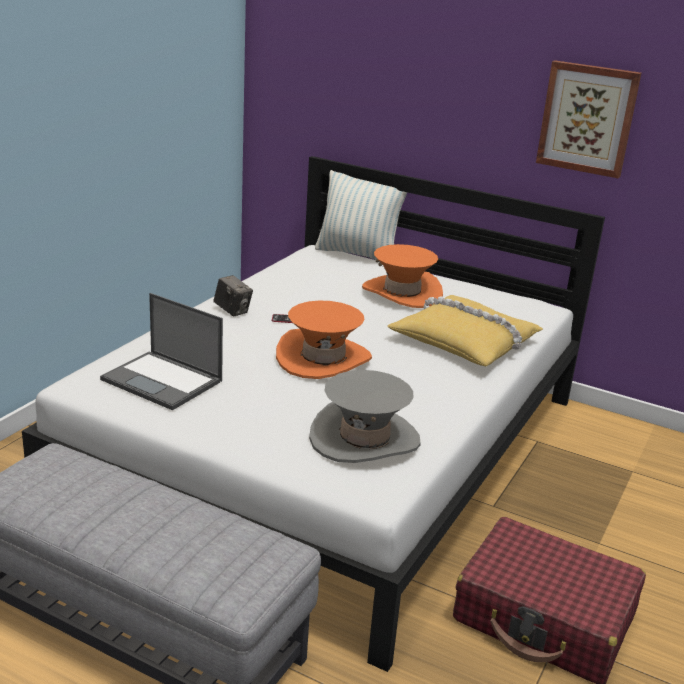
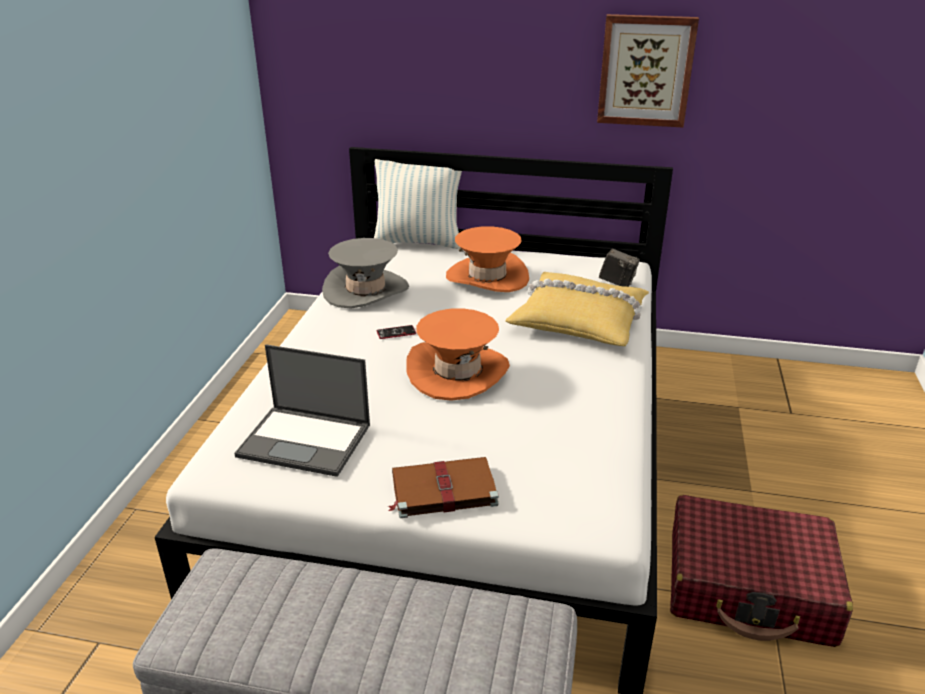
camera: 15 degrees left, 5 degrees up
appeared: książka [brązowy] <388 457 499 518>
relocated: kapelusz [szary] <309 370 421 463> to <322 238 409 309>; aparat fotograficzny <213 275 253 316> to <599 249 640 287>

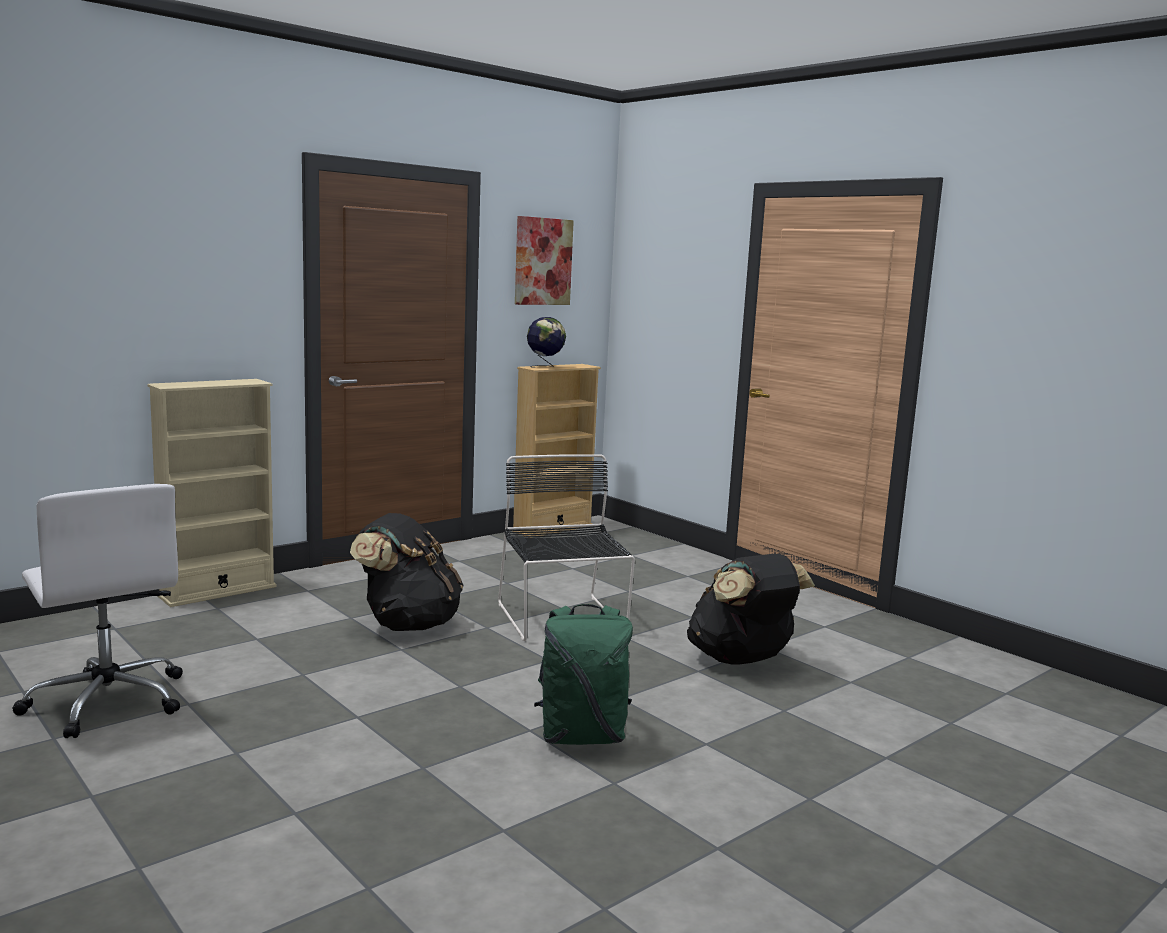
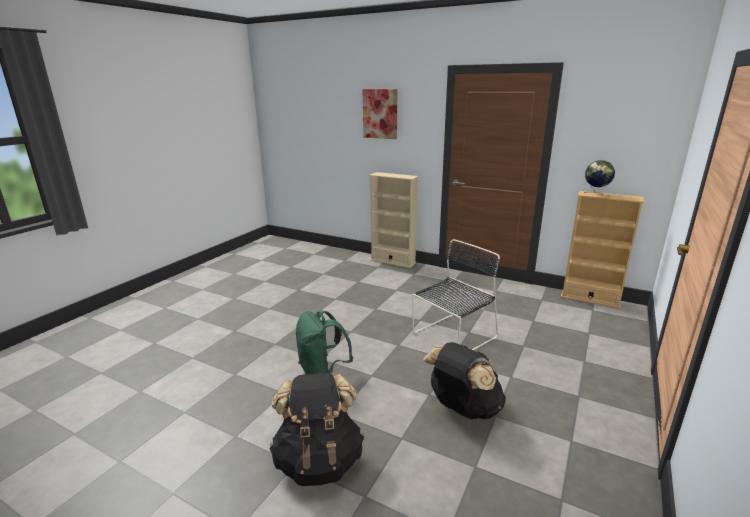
camera: 70 degrees right, 10 degrees up
missing: krzesło biurowe [biały] <12 484 183 738>
relocated: plecak [czarny] <350 513 463 631> to <269 372 364 486>; obraz <515 216 574 305> to <362 89 397 139>

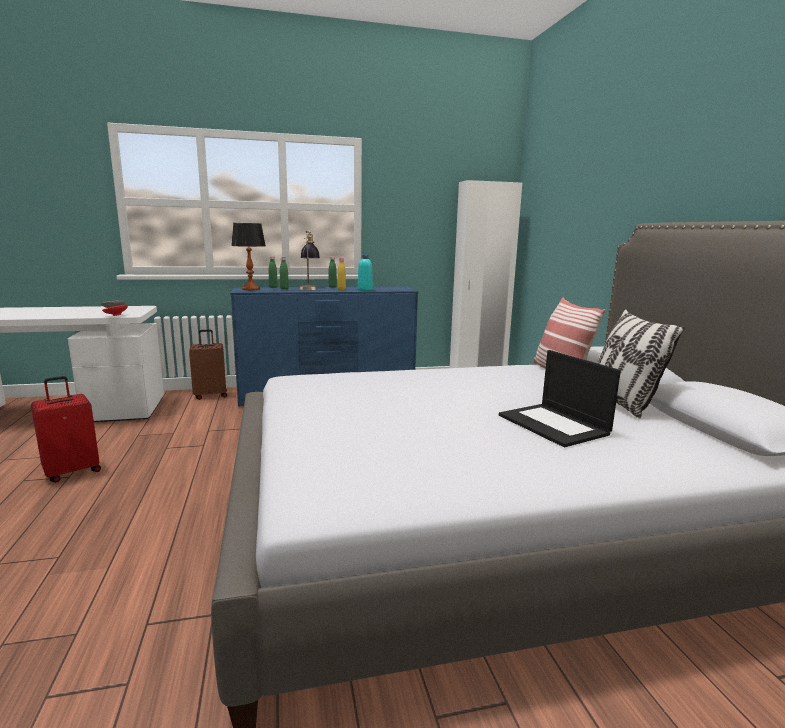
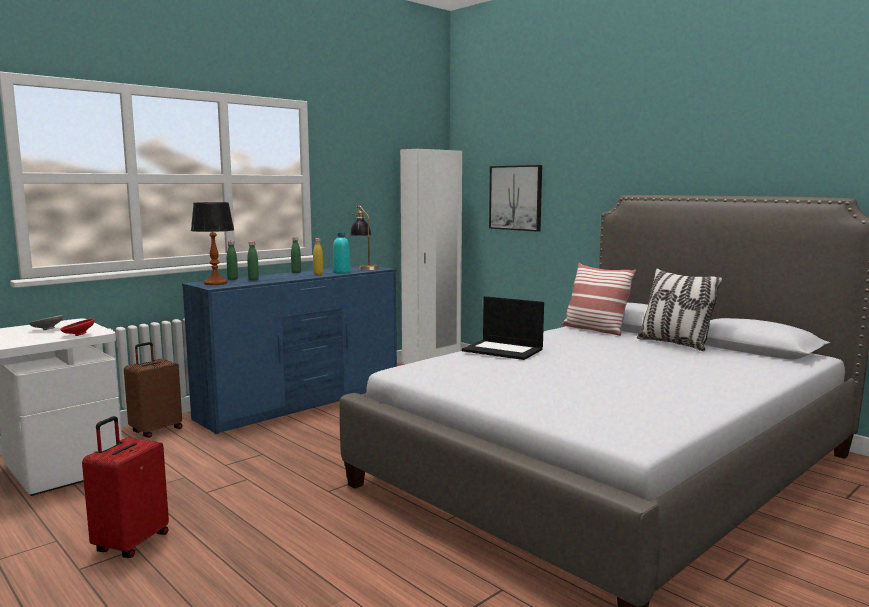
camera: 30 degrees left, 5 degrees down
appeared: obraz <489 165 542 232>
relocated: lampa stołowa <299 230 320 290> to <350 205 380 270>; laptop <499 350 621 447> to <462 296 544 360>

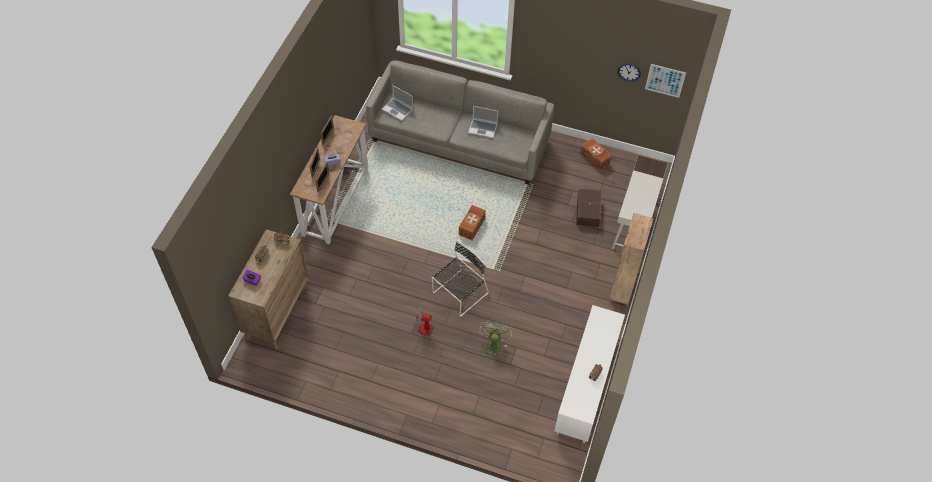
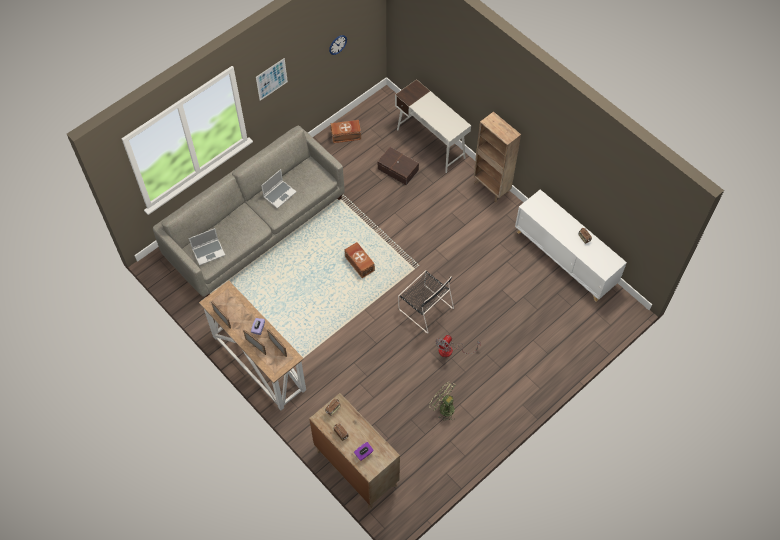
camera: 60 degrees left, 5 degrees up
relocated: obraz <645 64 686 98> to <256 58 288 101>; wentylator [zielony] <479 321 512 357> to <429 381 456 421>
spun: krzesło [czarny] <432 241 489 317> = <398 270 454 333> 150 degrees clockwise

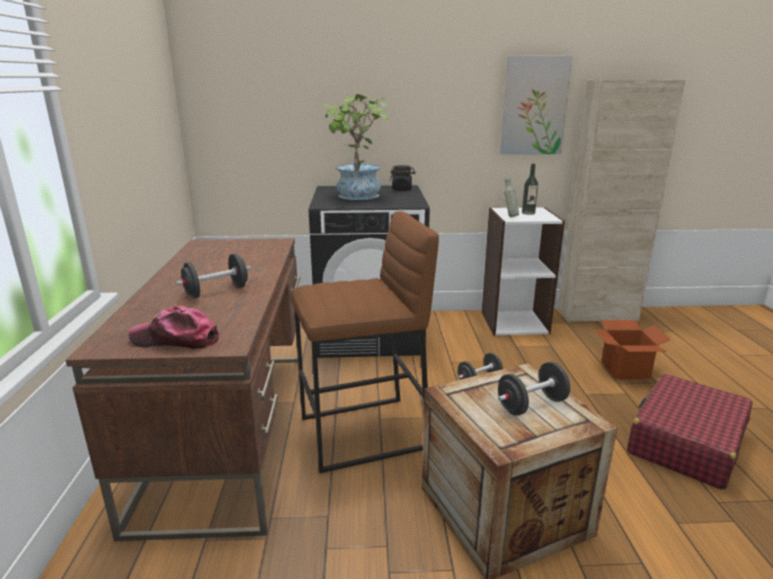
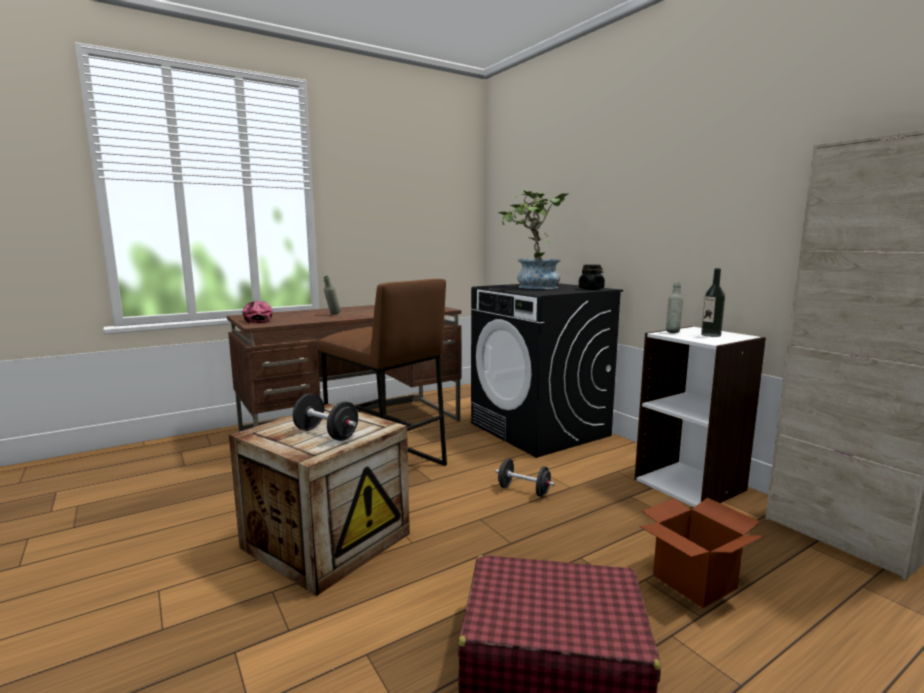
camera: 60 degrees right, 10 degrees down
missing: obraz <500 56 573 155>
exchanged: hantel [czarny] <176 253 251 299> to butelka [szary] <324 276 341 315>

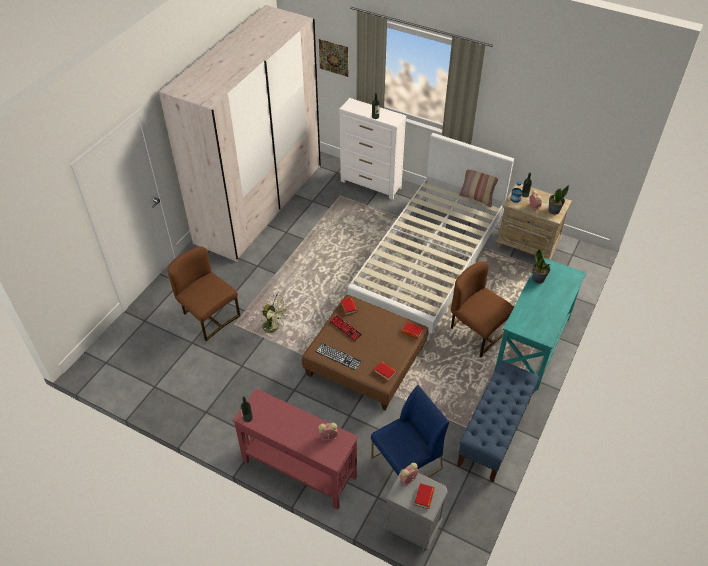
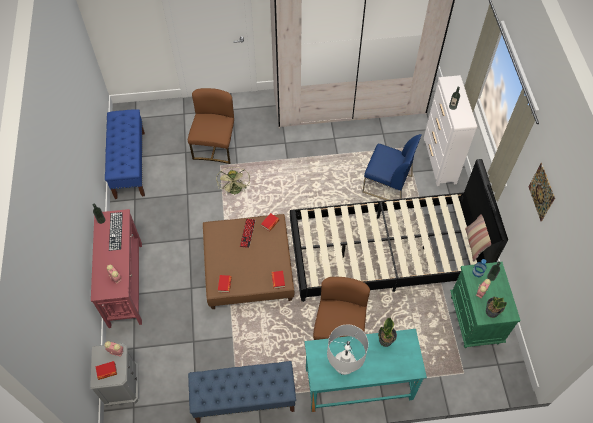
camera: 55 degrees right, 10 degrees up
appeared: ławka [niebieski] <105 109 145 199>; lampa stołowa [biały] <327 324 368 375>
relocated: klawiatura <316 343 362 370> to <109 212 123 251>; krzesło [niebieski] <371 385 449 478> to <362 134 422 200>; obraz <319 39 349 77> to <529 163 555 221>
colour: łóżko [biały] <348 133 514 341> to łóżko [czarny] <290 159 508 302>; szafka nocna [beżowy] <496 183 572 260> to szafka nocna [zielony] <450 262 521 348>

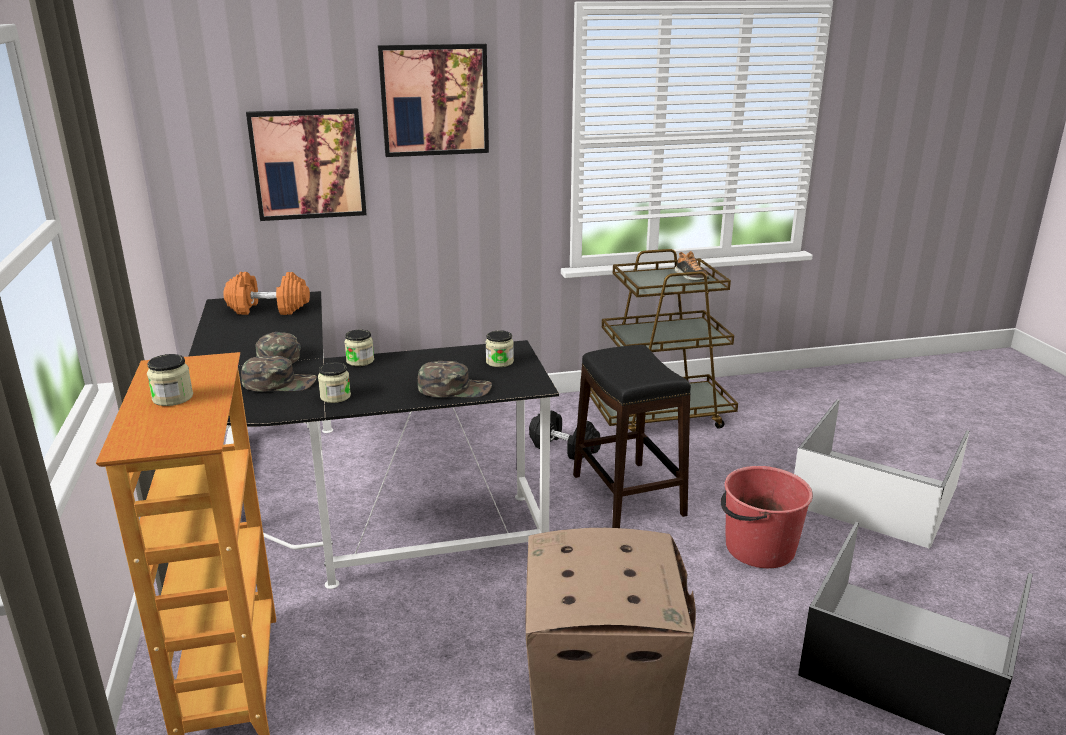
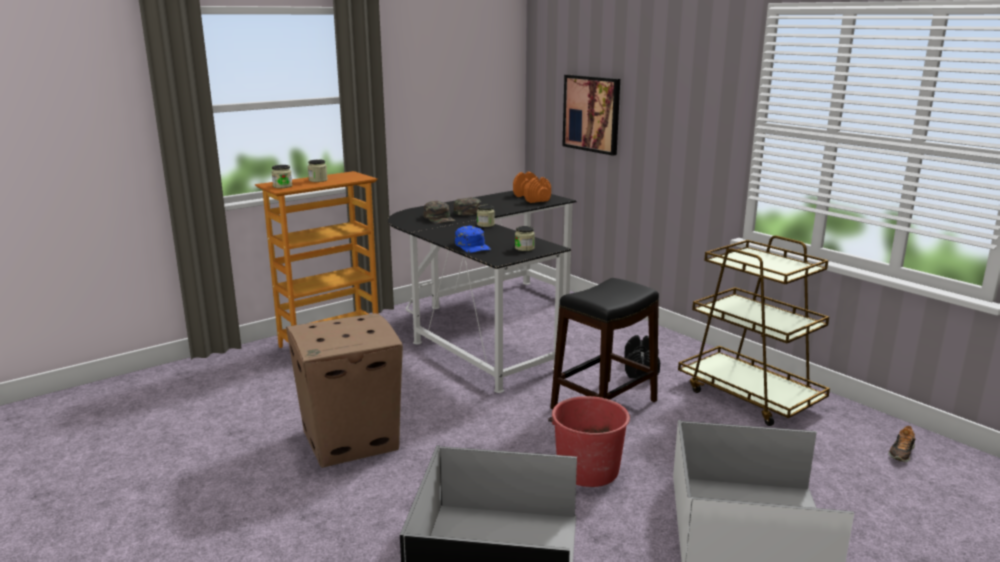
camera: 65 degrees right, 5 degrees down
missing: obraz <378 44 489 157>
relocated: słoik <318 362 351 403> to <271 165 292 188>; but <674 251 710 280> to <888 426 915 462>
colour: czapka z daszkiem [zielony] <417 361 492 398> to czapka z daszkiem [niebieski] <455 226 491 253>

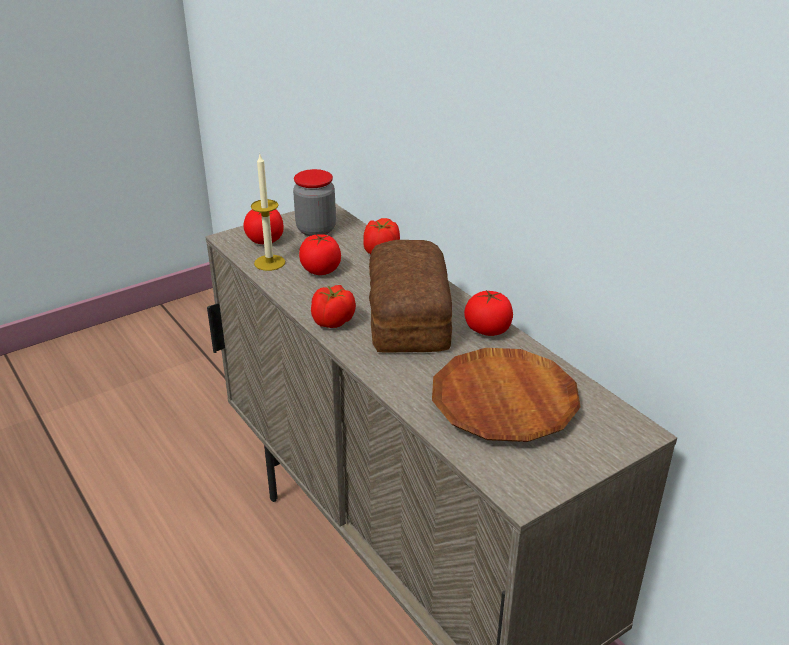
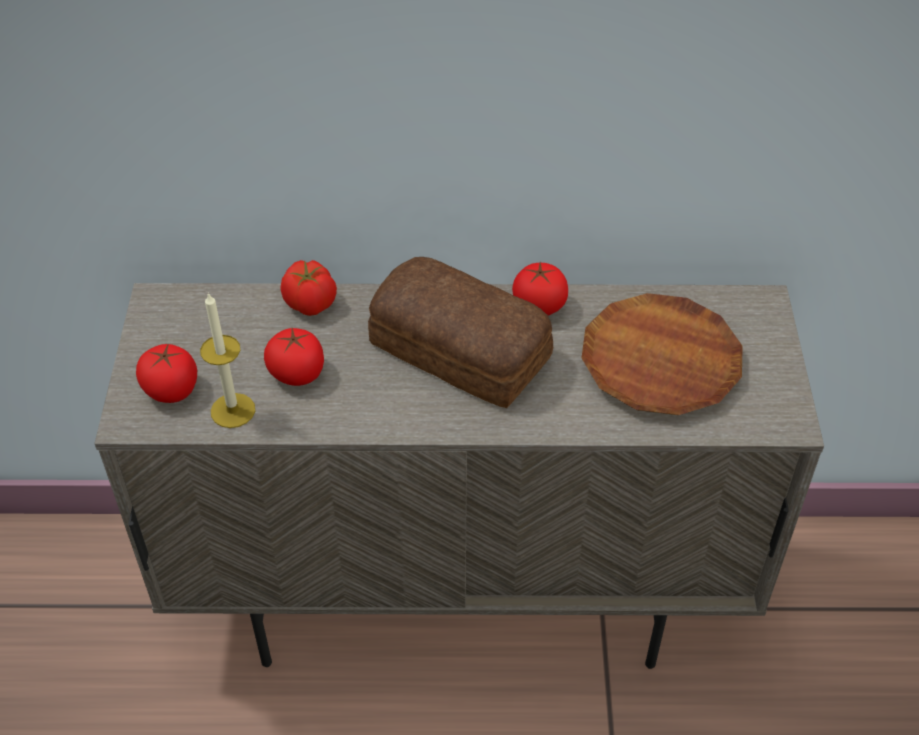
camera: 55 degrees left, 15 degrees up
missing: słoik <293 169 336 236>; pomidor <311 285 356 328>

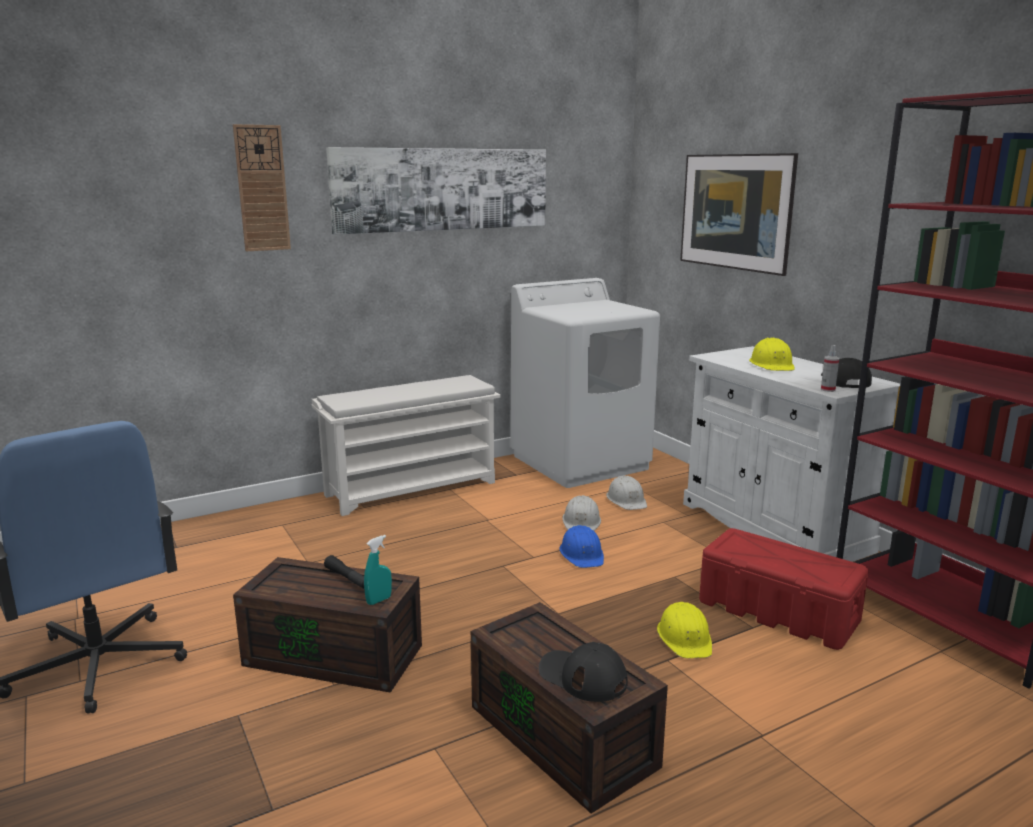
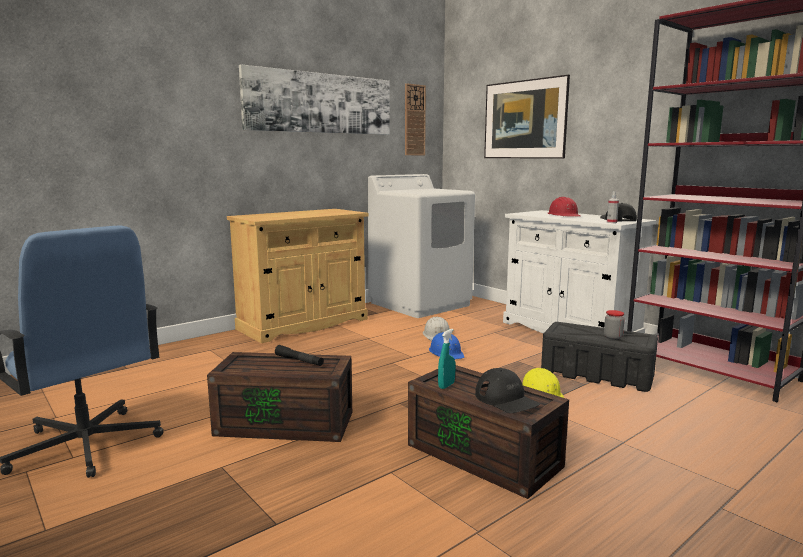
camera: 10 degrees left, 5 degrees down
missing: kask [biały] <606 476 647 510>
appeared: słoik <604 310 625 340>
relocated: zegar ścienny <233 124 291 251> to <405 83 426 155>; spryskiwacz [turkusowy] <364 535 392 605> to <438 329 455 389>
exchanged: regał na buty [biały] <311 375 501 516> to szafka [beżowy] <227 209 368 343>
colour: pojemnik do przechowywania [czerwony] <699 528 869 650> to pojemnik do przechowywania [czarny] <541 322 658 392>; kask [żółty] <749 337 794 371> to kask [czerwony] <548 197 580 217>
spun: czapka z daszkiem [czarny] <539 642 628 702> = <475 368 540 413> 150 degrees counterclockwise

